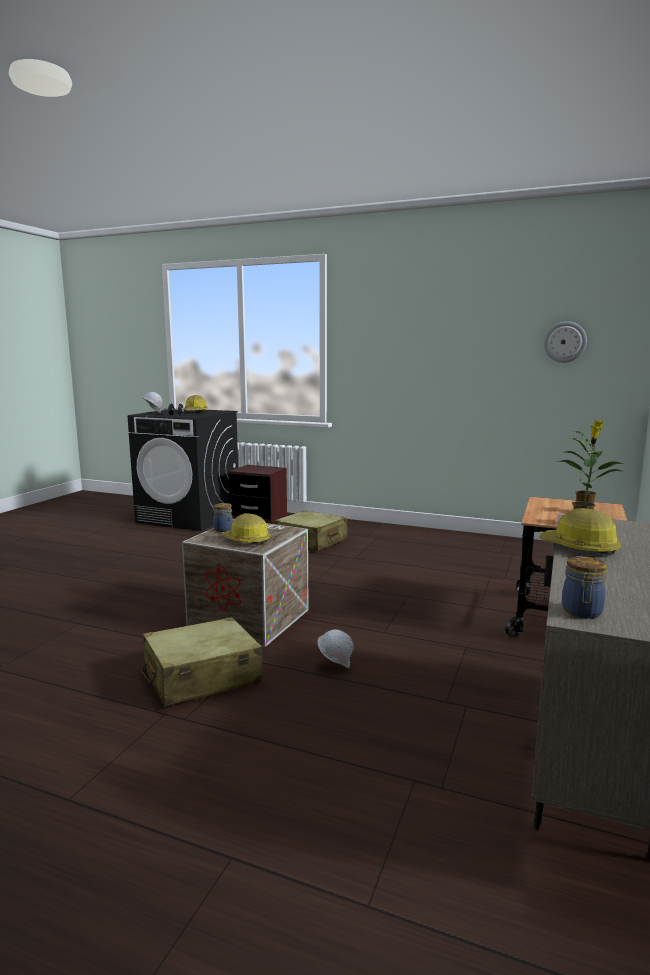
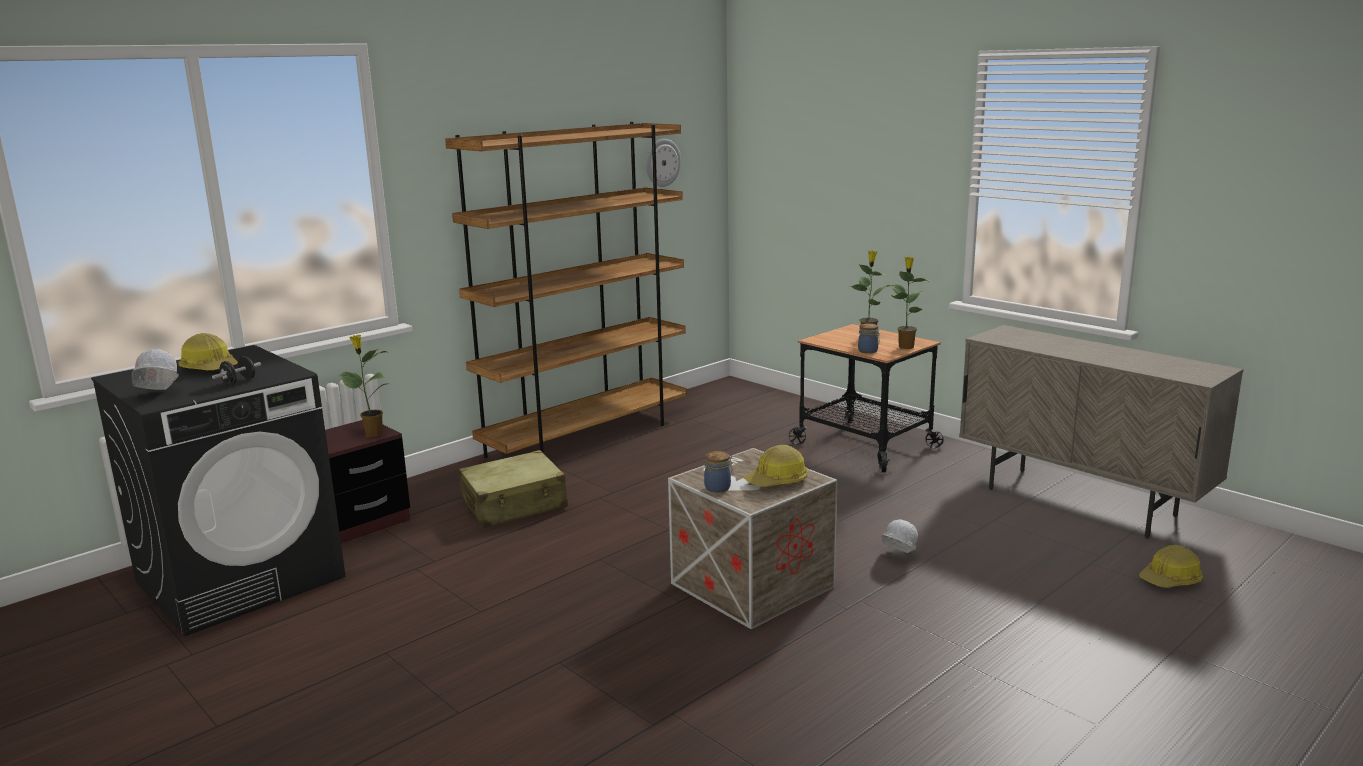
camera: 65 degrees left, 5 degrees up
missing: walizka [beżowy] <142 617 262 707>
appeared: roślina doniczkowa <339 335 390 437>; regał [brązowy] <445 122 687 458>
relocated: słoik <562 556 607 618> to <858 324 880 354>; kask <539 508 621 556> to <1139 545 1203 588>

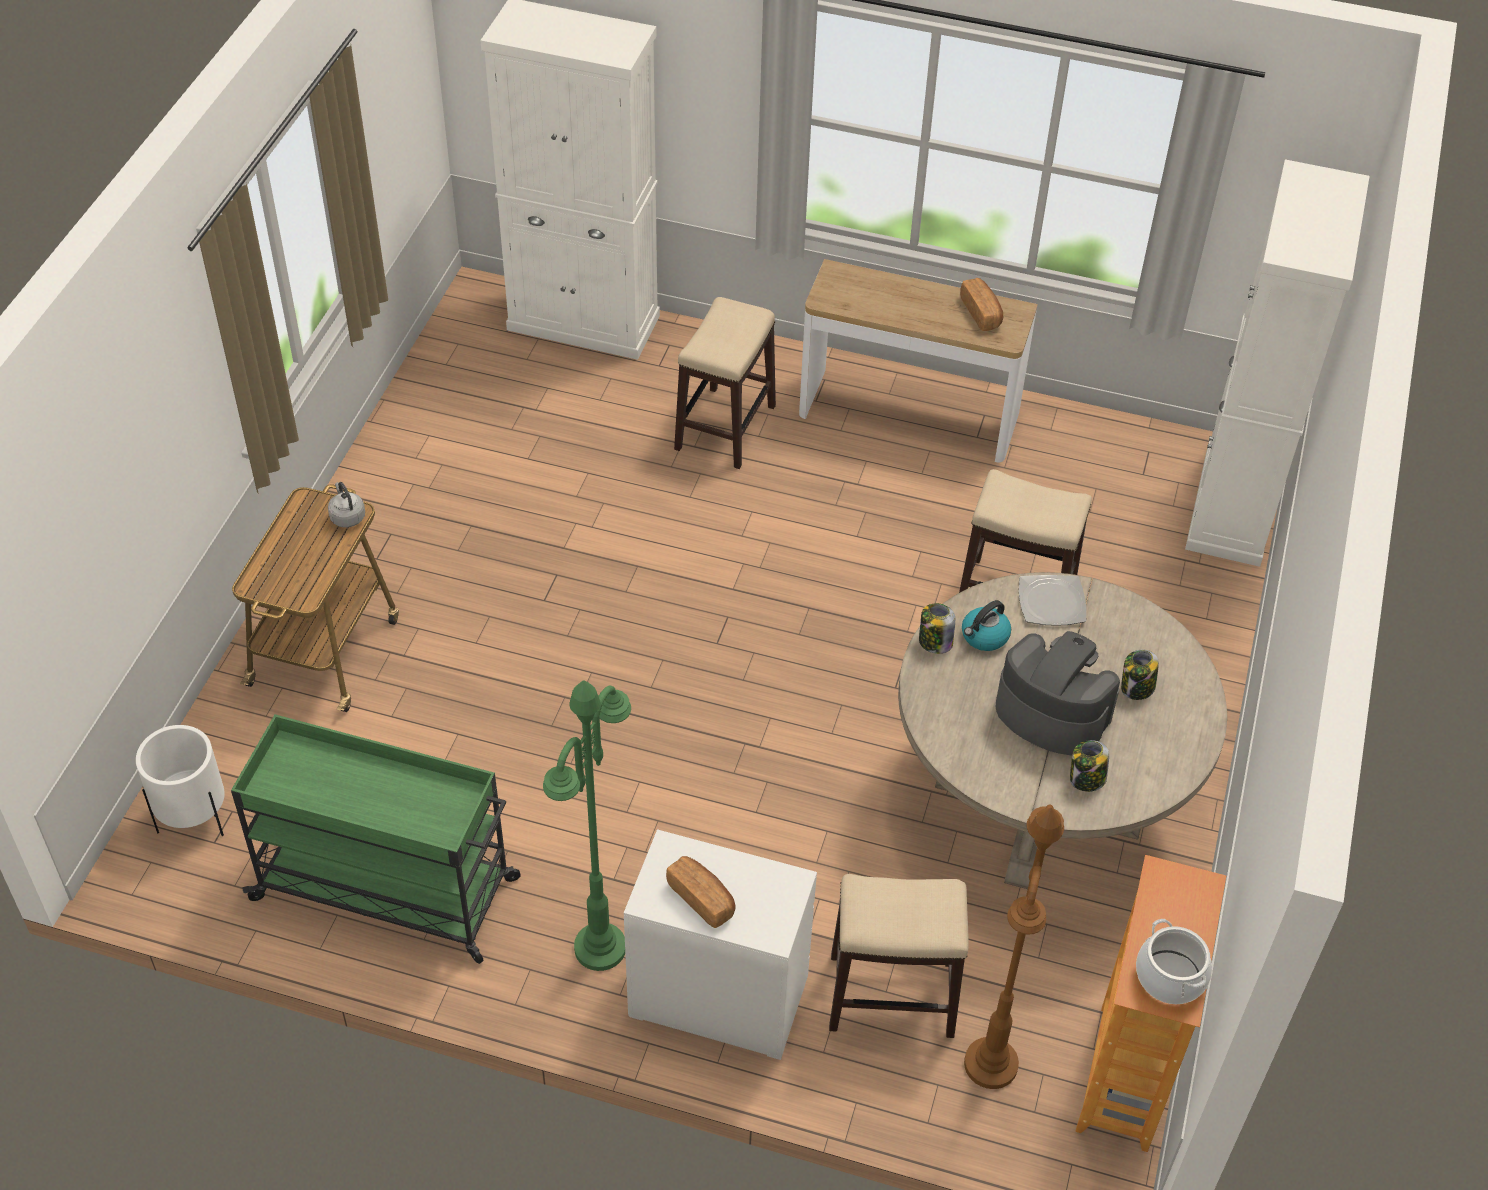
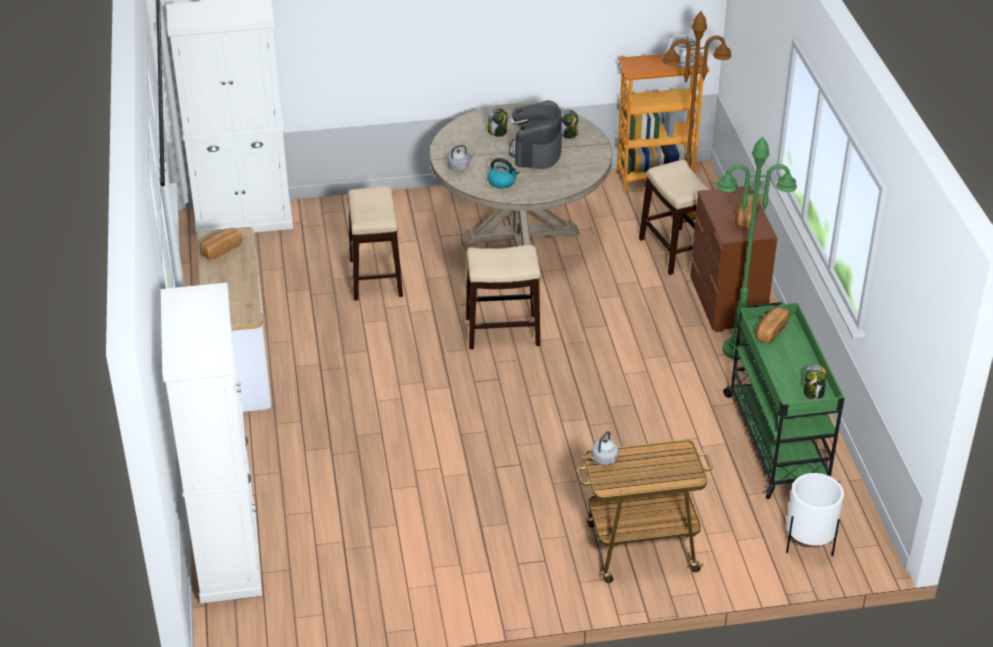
camera: 115 degrees left, 10 degrees down
appeared: chleb <756 307 790 344>
relocated: stołek <674 297 776 469> to <466 245 541 349>; słoik <919 603 955 654> to <804 365 826 400>
exchanged: talerz <1019 575 1086 626> to czajnik [szary] <448 145 475 172>
colour: komoda [biały] <624 829 817 1060> to komoda [brązowy] <690 186 777 332>

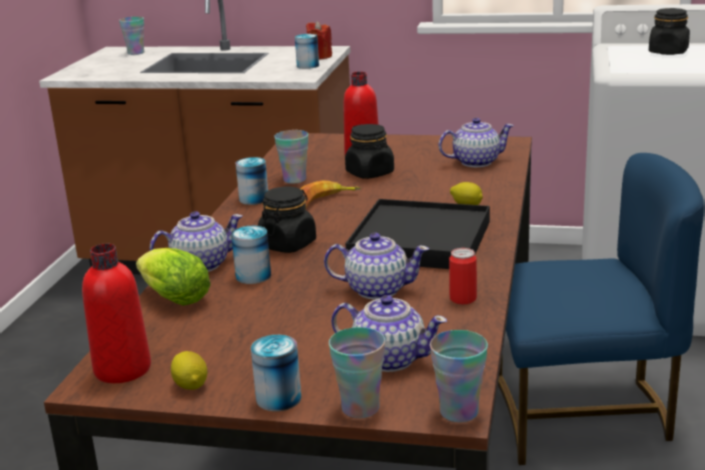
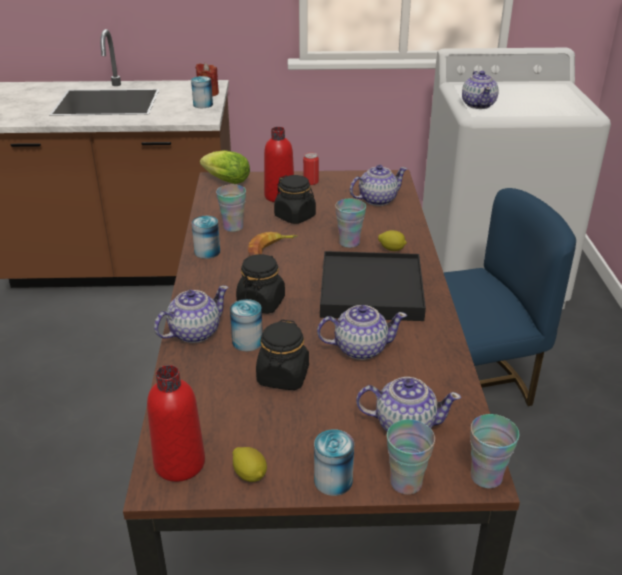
camera: 15 degrees left, 10 degrees up
appeared: imbryk <462 71 499 109>
relocated: sałata <136 248 211 306> to <200 150 250 184>; słoik [czarny] <649 8 690 55> to <256 320 309 390>; puszka <449 248 477 304> to <303 152 319 185>; filiżanka <119 17 144 55> to <335 199 366 248>

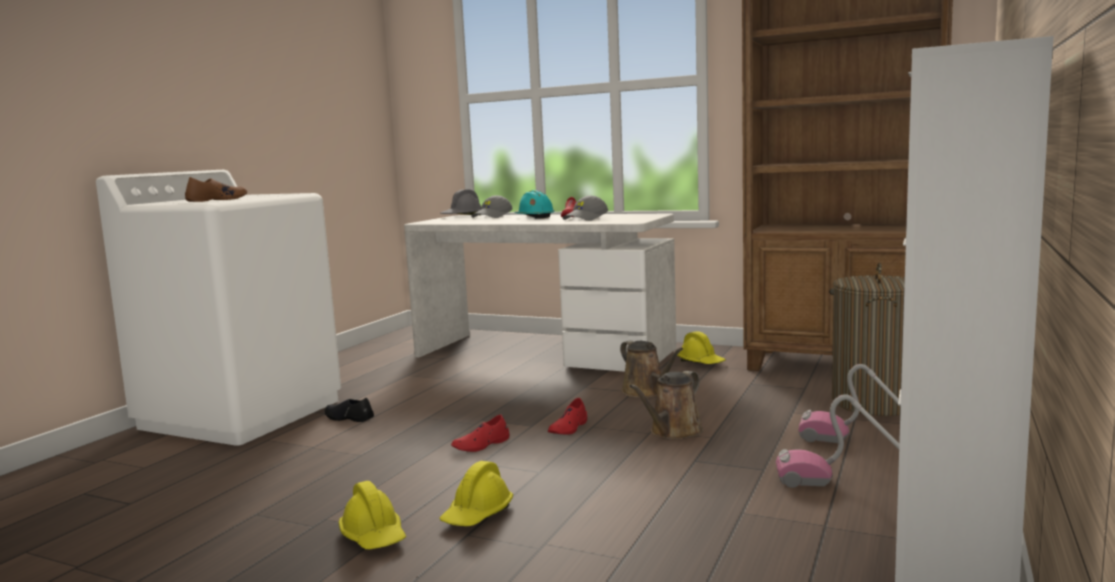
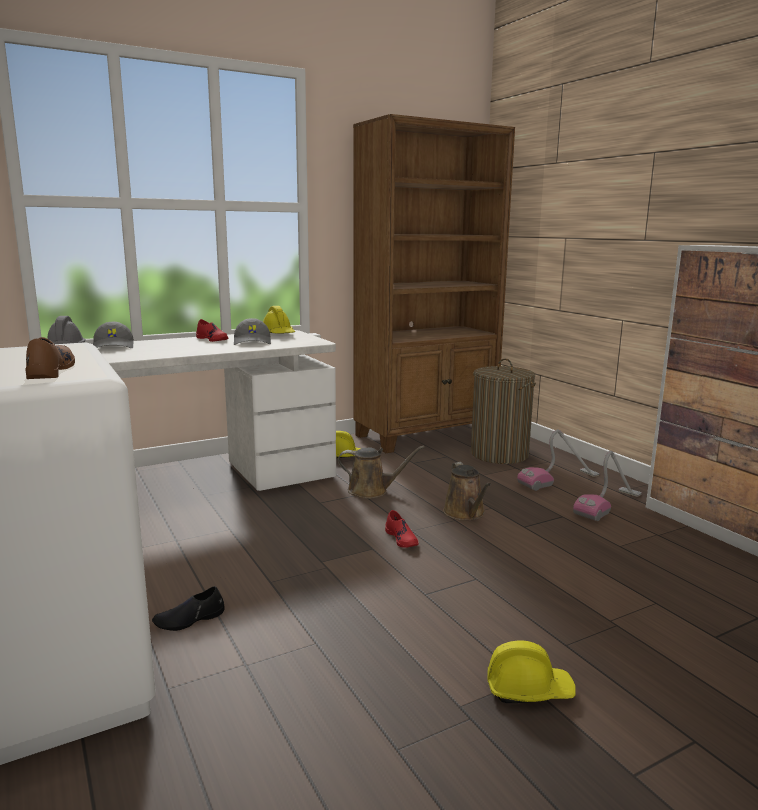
camera: 55 degrees left, 5 degrees up
missing: but [czerwony] <451 414 509 452>; kask [turkusowy] <515 190 555 219>
relocated: kask [żółty] <439 461 513 526> to <263 306 295 333>

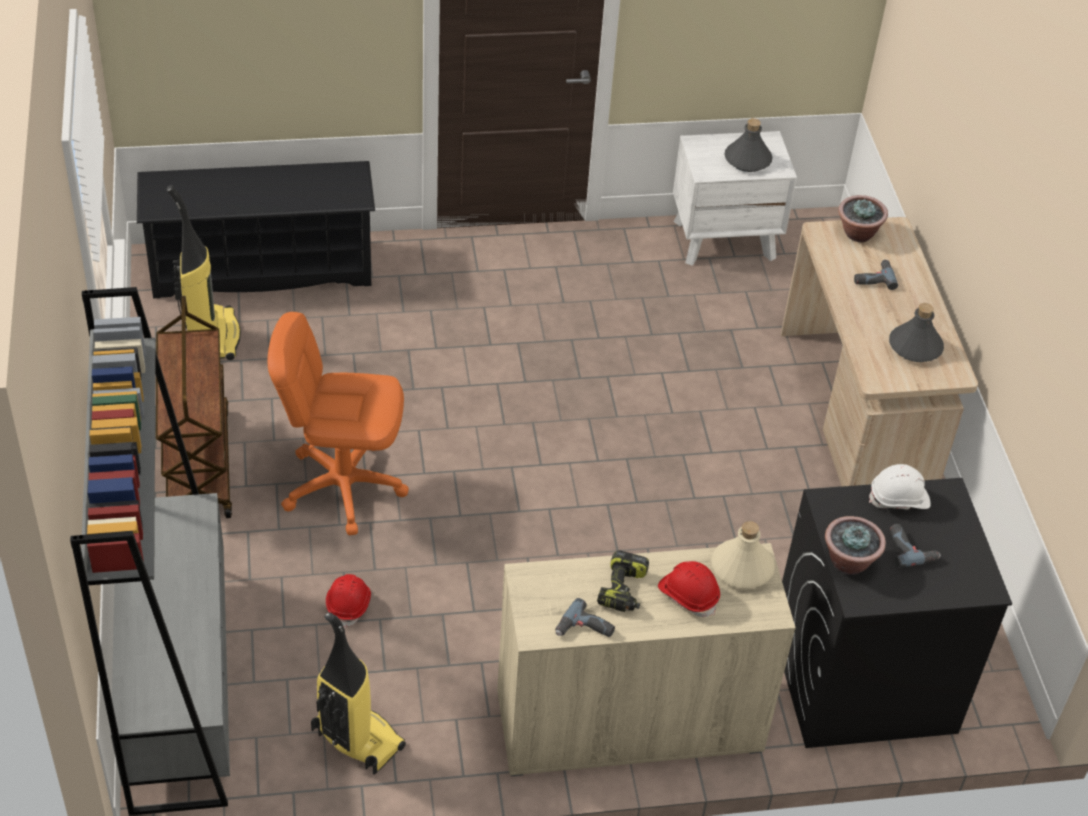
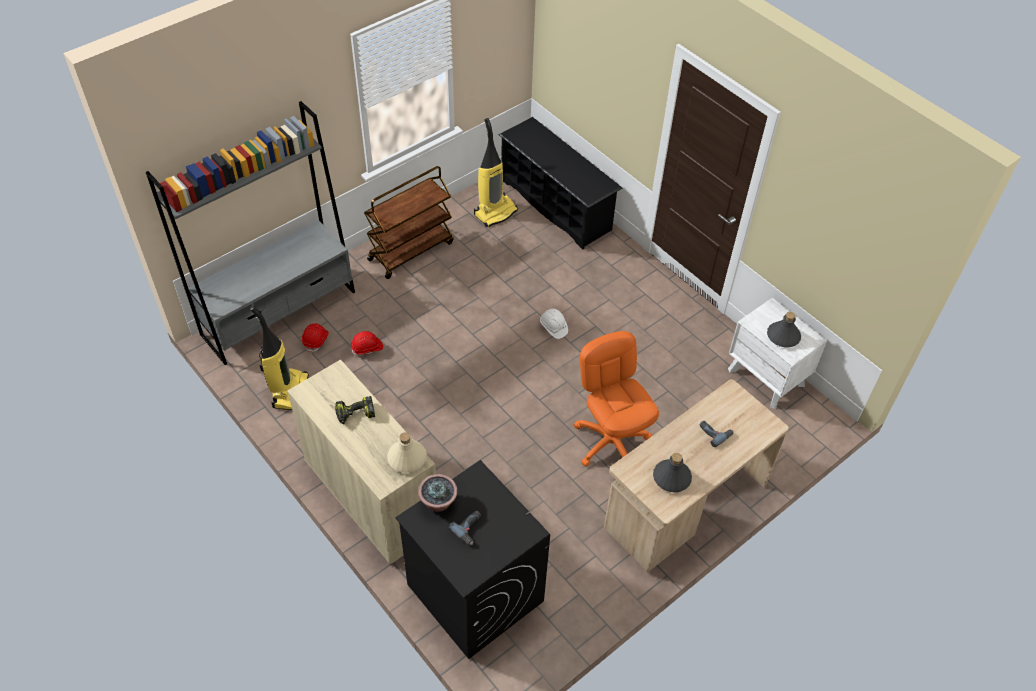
camera: 60 degrees right, 5 degrees up
missing: wiertarka <555 598 615 637>; roślina doniczkowa <838 195 888 242>
relocated: kask [czerwony] <658 561 720 617> to <302 323 329 353>; kask [biały] <869 464 931 510> to <540 309 568 339>; krzesło biurowe [pomarańczowy] <267 312 409 536> to <574 331 659 466>

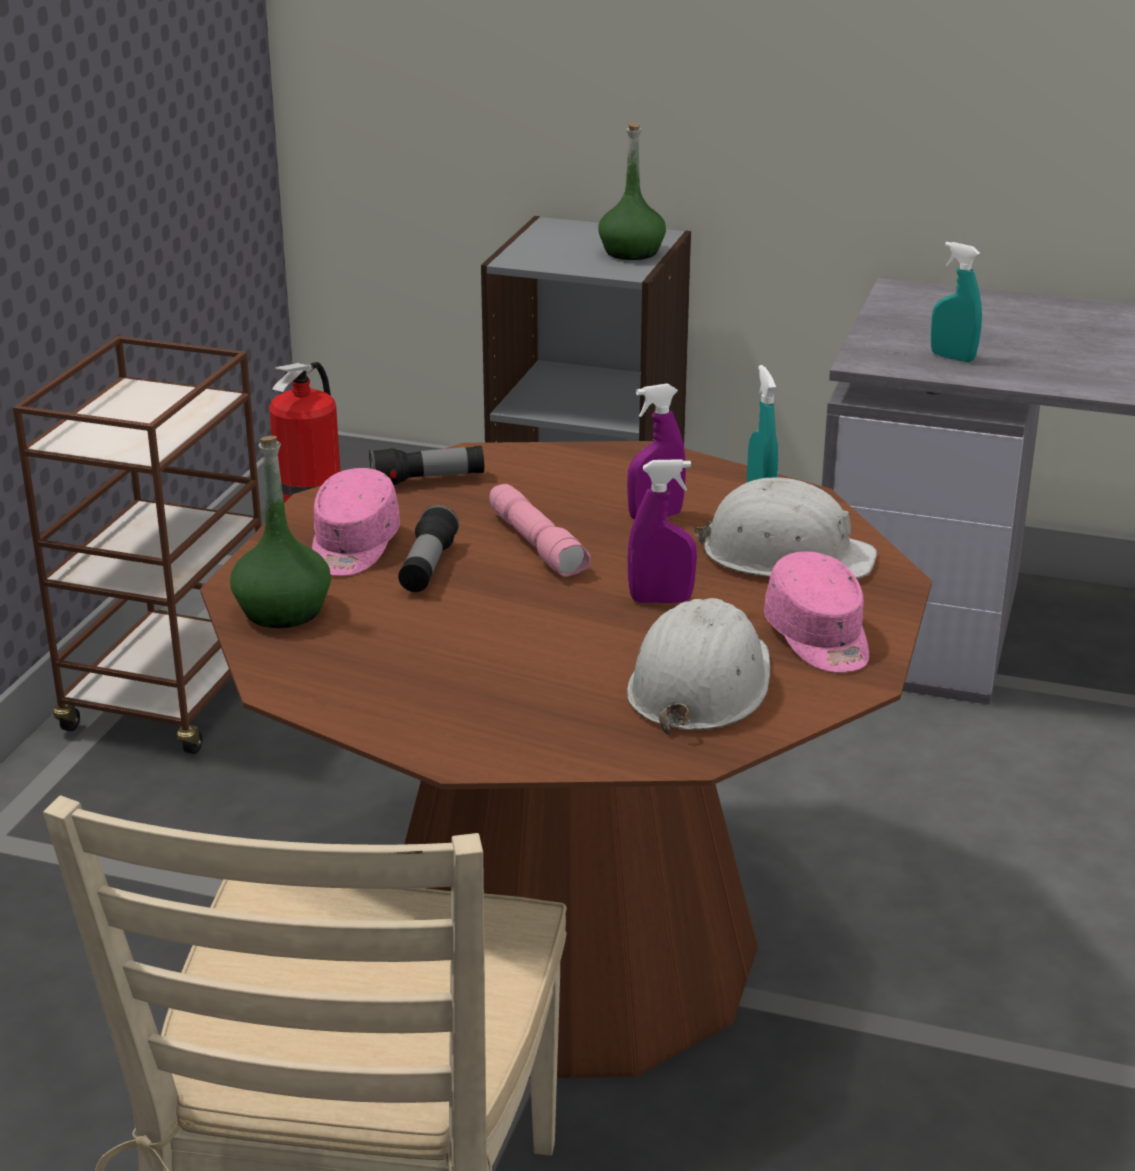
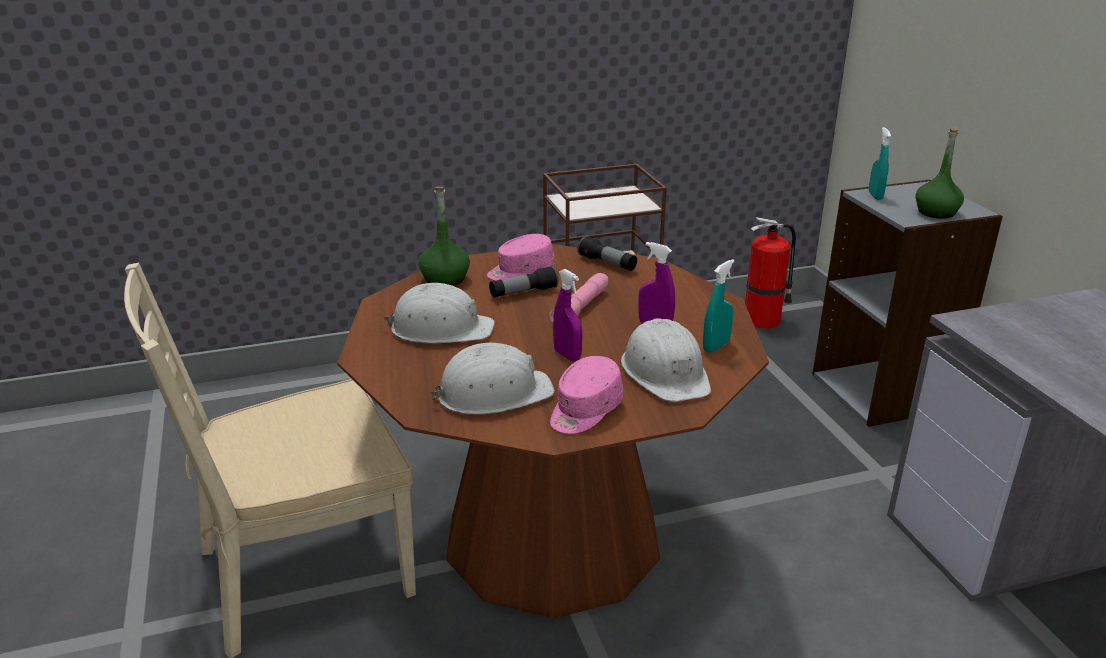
camera: 55 degrees right, 0 degrees up
appeared: kask [biały] <383 283 495 343>
relocated: spryskiwacz [turkusowy] <931 242 982 362> to <869 127 891 200>

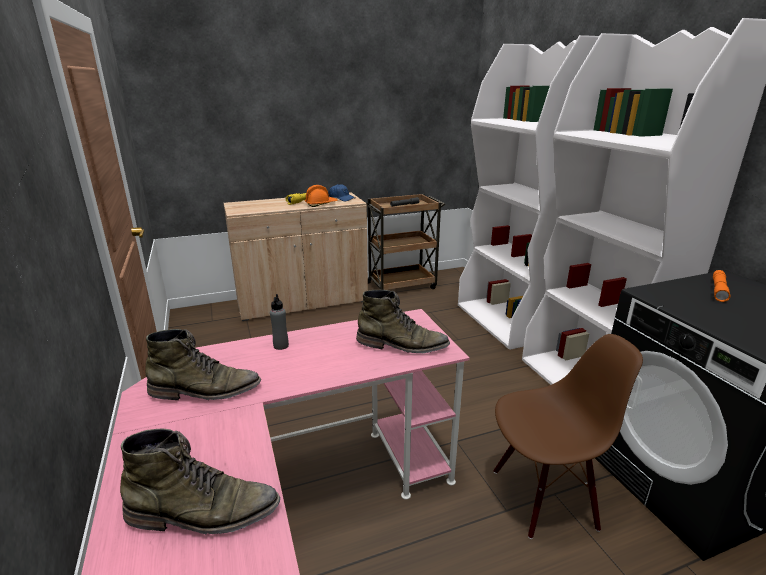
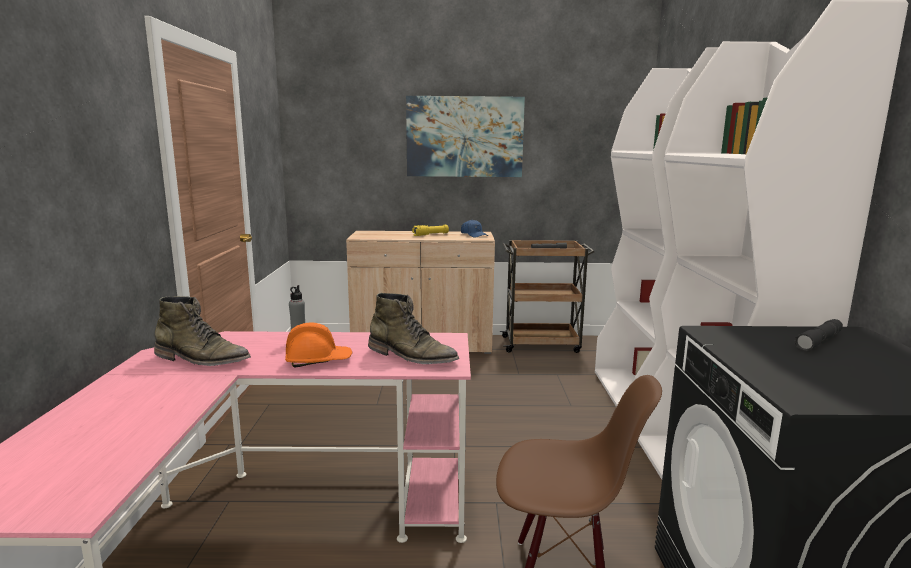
camera: 20 degrees right, 10 degrees down
missing: but z cholewką [zielony] <120 429 280 535>
appeared: obraz <406 96 525 177>
relocated: kask [pomarańczowy] <305 185 338 207> to <285 323 352 367>
colour: latarka [pomarańczowy] <713 270 731 302> to latarka [szary] <794 319 843 351>

